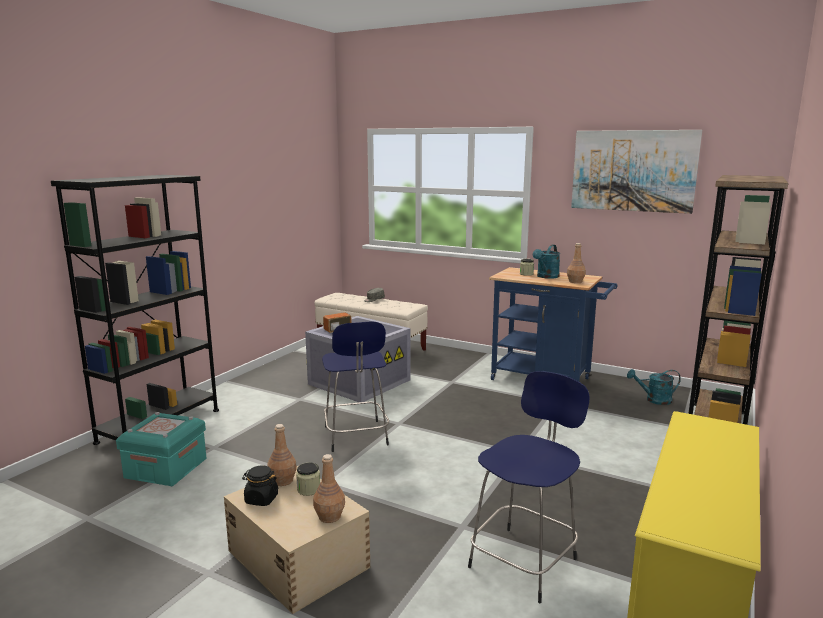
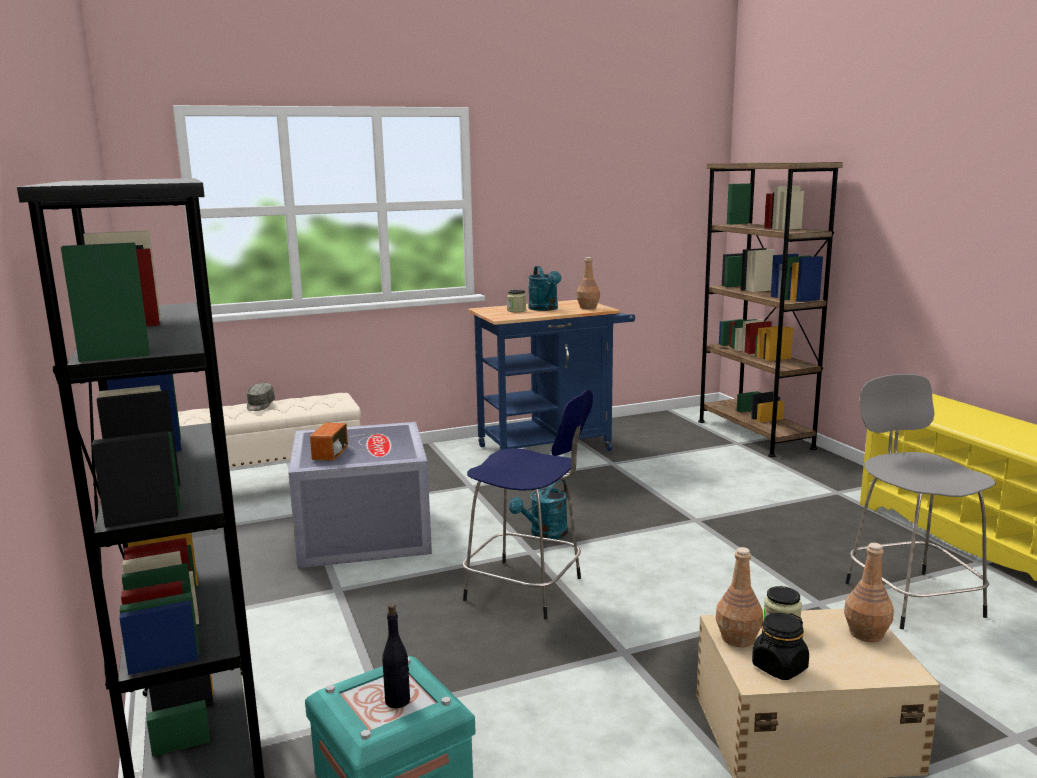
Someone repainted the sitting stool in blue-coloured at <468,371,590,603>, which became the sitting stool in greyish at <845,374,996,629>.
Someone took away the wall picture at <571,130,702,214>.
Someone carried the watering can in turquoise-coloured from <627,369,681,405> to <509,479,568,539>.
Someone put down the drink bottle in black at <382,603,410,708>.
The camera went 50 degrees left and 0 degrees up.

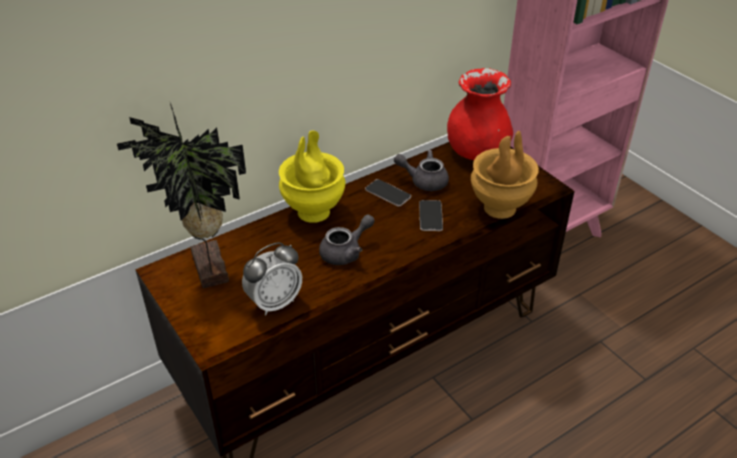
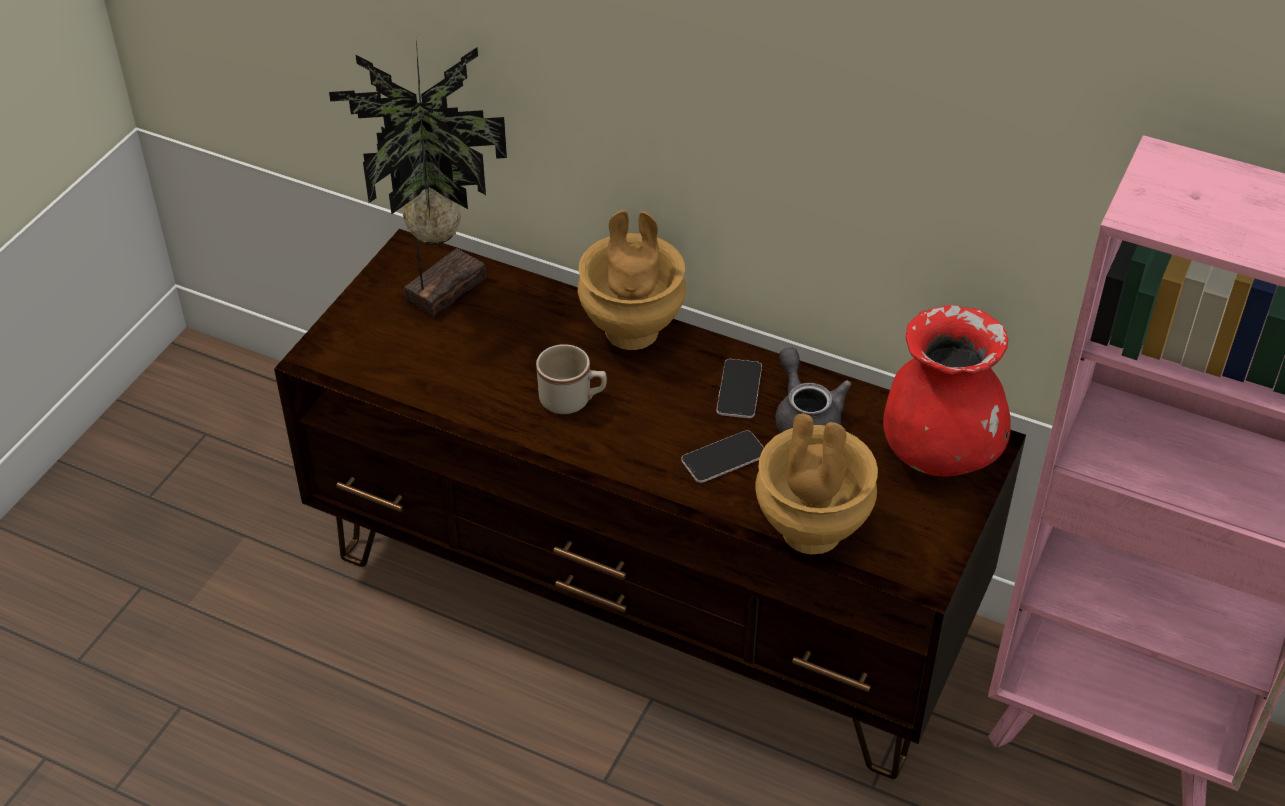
Someone took away the alarm clock at <242,242,302,315>.
Someone repainted the flower vase in yellowish at <279,130,345,223>, which became the flower vase in brown at <578,210,686,350>.
Someone swapped the teapot in greyish at <319,214,375,265> for the tea mug in sand-coloured at <536,345,607,414>.
The camera went 60 degrees right and 5 degrees up.

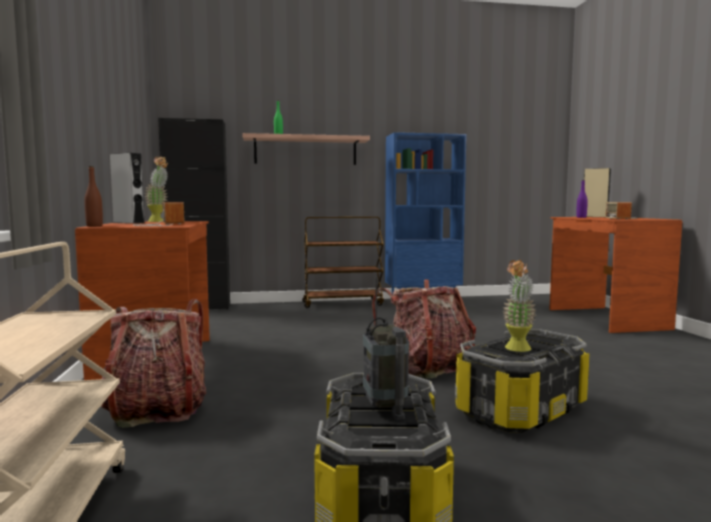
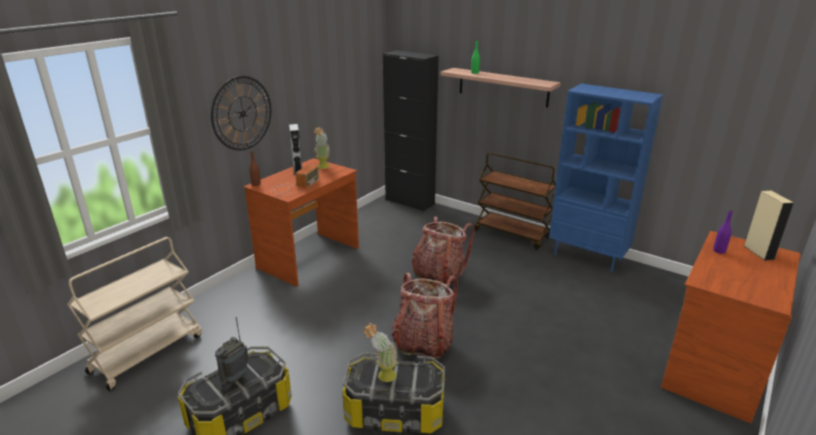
Someone carried the rucksack from <101,298,206,428> to <412,216,474,285>.
Someone took away the radio set at <606,202,638,219>.
Someone put up the hanging clock at <211,76,271,150>.
The camera went 45 degrees right and 20 degrees up.

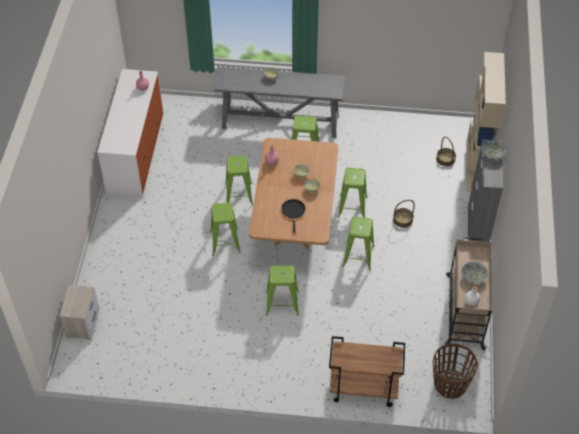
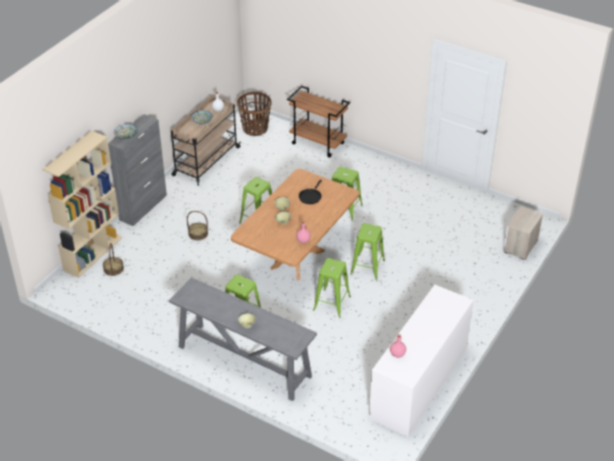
Someone took away the sitting stool in green-coloured at <338,167,367,218>.
The camera went 155 degrees left and 10 degrees down.

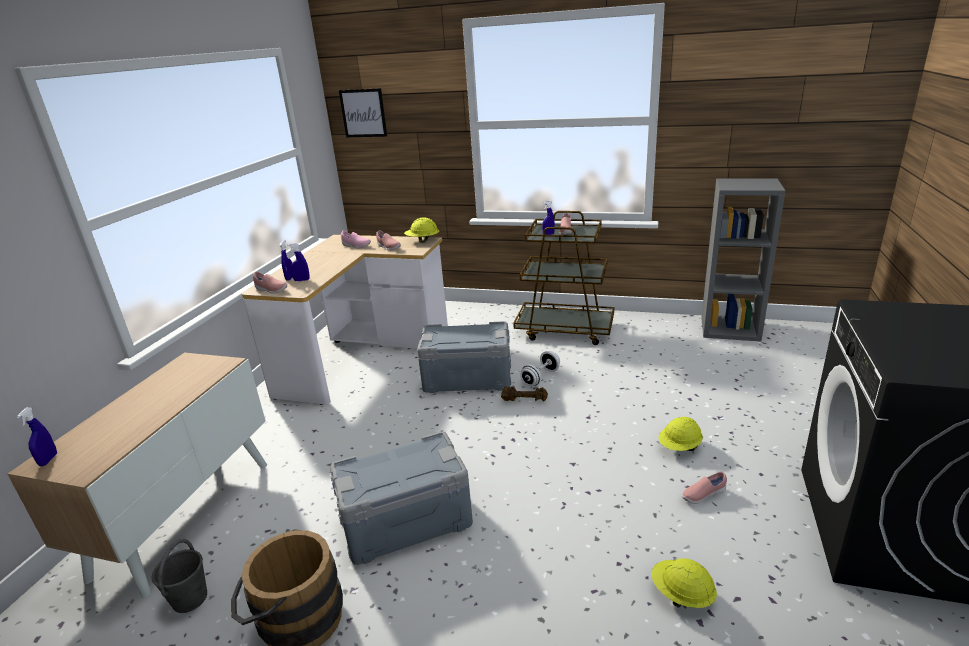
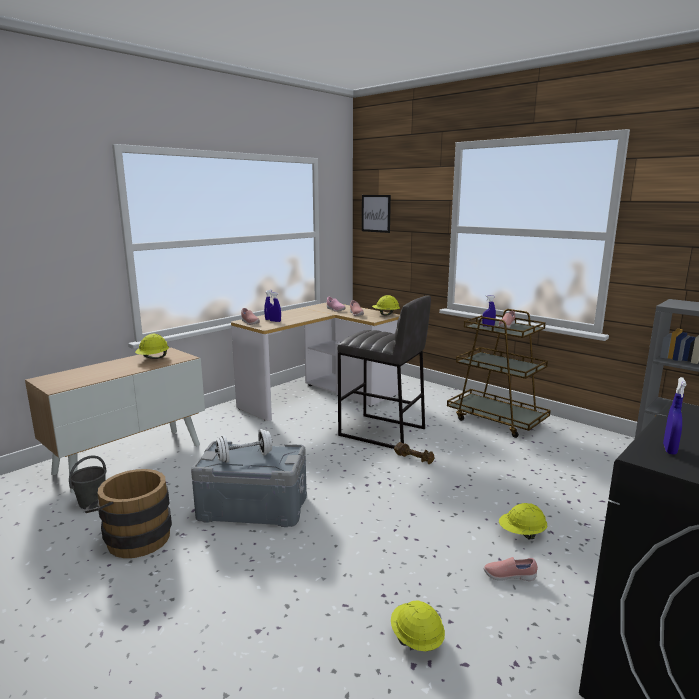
Someone carried the hand sprayer in blue-coloured from <17,407,57,466> to <663,377,687,454>.
Someone swapped the storage bin in greyish at <417,321,511,393> for the sitting stool in greyish at <338,296,431,449>.
Someone carried the dumbbell in white-coloured from <520,351,560,386> to <215,429,272,463>.
Someone put down the hard hat in yellowish at <135,334,169,359>.
The camera went 25 degrees right and 10 degrees down.

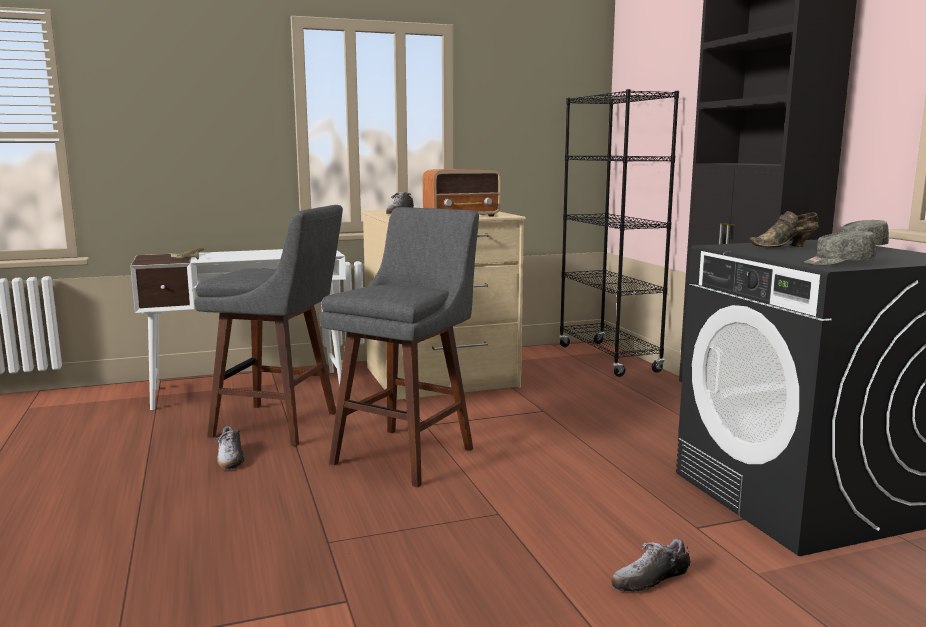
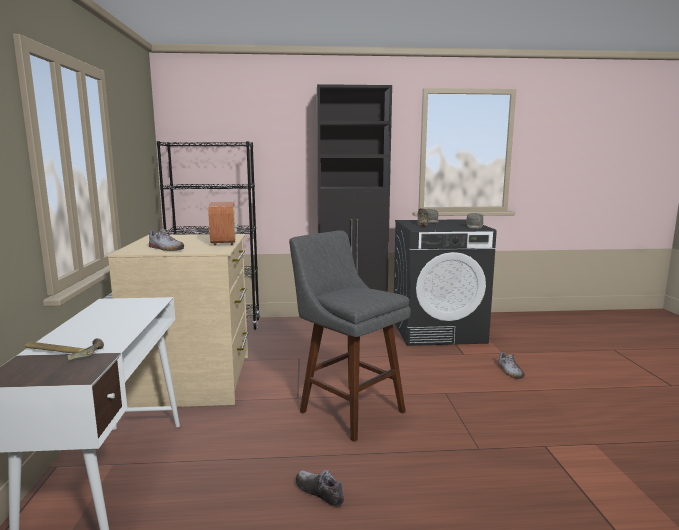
Someone took away the sitting stool in greyish at <194,205,343,446>.
Someone rotated the shoe at <216,426,245,470> by 135 degrees counterclockwise.
The camera went 75 degrees left and 0 degrees up.

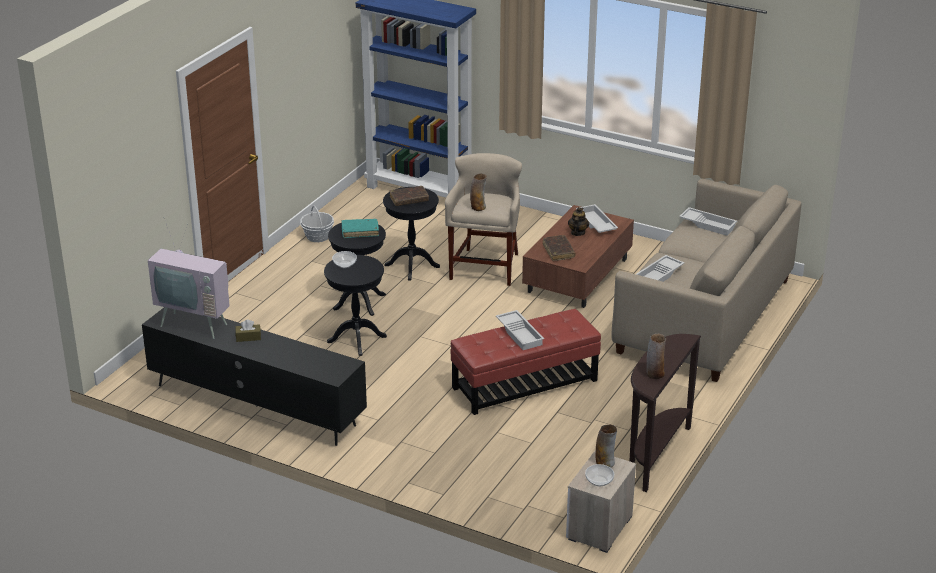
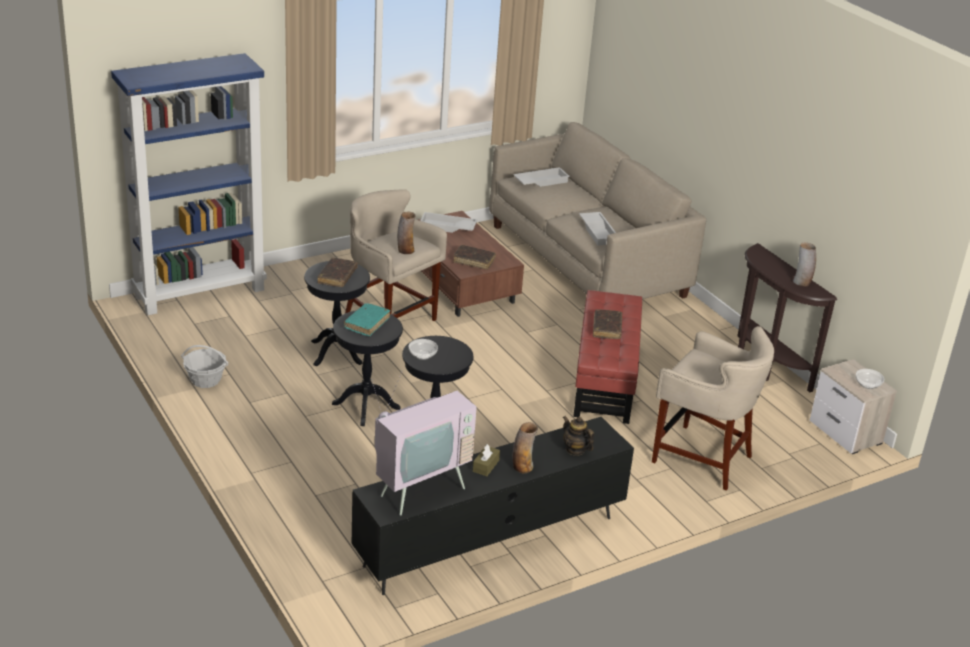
Someone swapped the carrying tray in white-coloured at <496,310,544,350> for the book in brown at <593,309,622,339>.
Someone carried the teapot from <568,207,589,236> to <563,416,594,456>.
Someone carried the flower vase from <596,425,617,468> to <513,422,538,473>.
Someone put down the sitting stool in sand-coloured at <652,326,774,491>.
The camera went 60 degrees left and 0 degrees up.

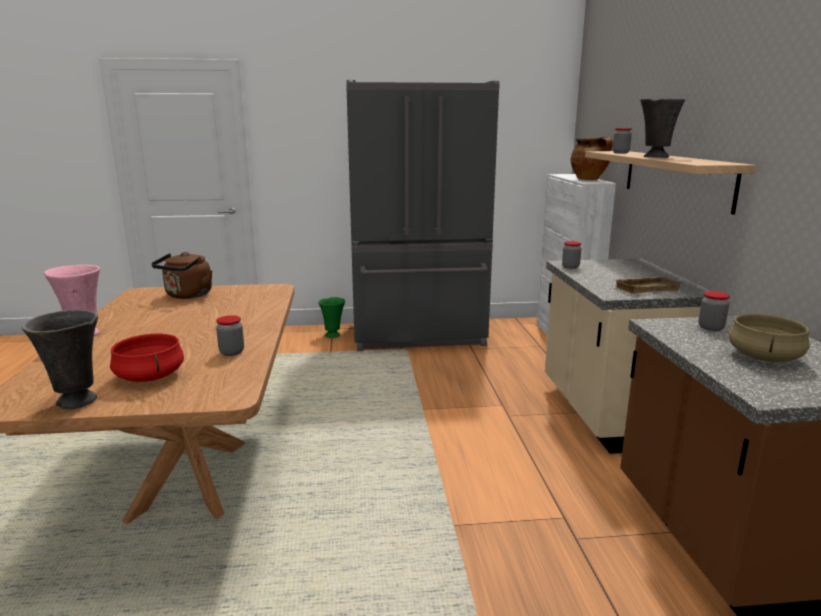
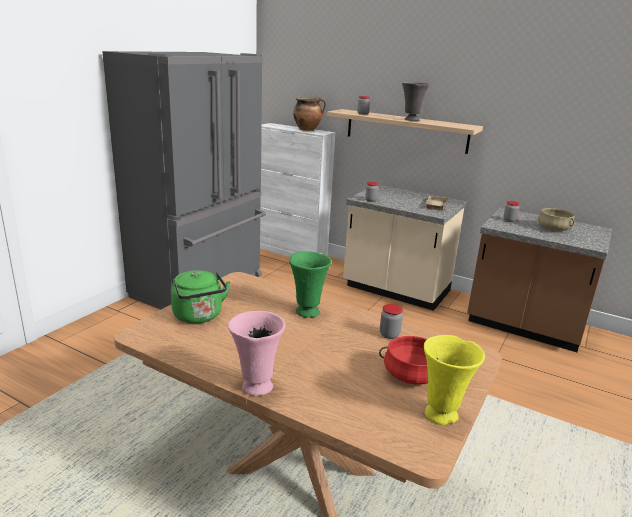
Someone repainted the flower vase in greyish at <22,310,98,410>, which became the flower vase in yellowish at <424,335,485,425>.
Someone repainted the water kettle in brown at <151,252,212,299>, which became the water kettle in green-coloured at <171,271,230,324>.
Someone carried the flower vase in green-coloured from <318,297,345,338> to <289,251,331,318>.
The camera went 55 degrees left and 5 degrees up.

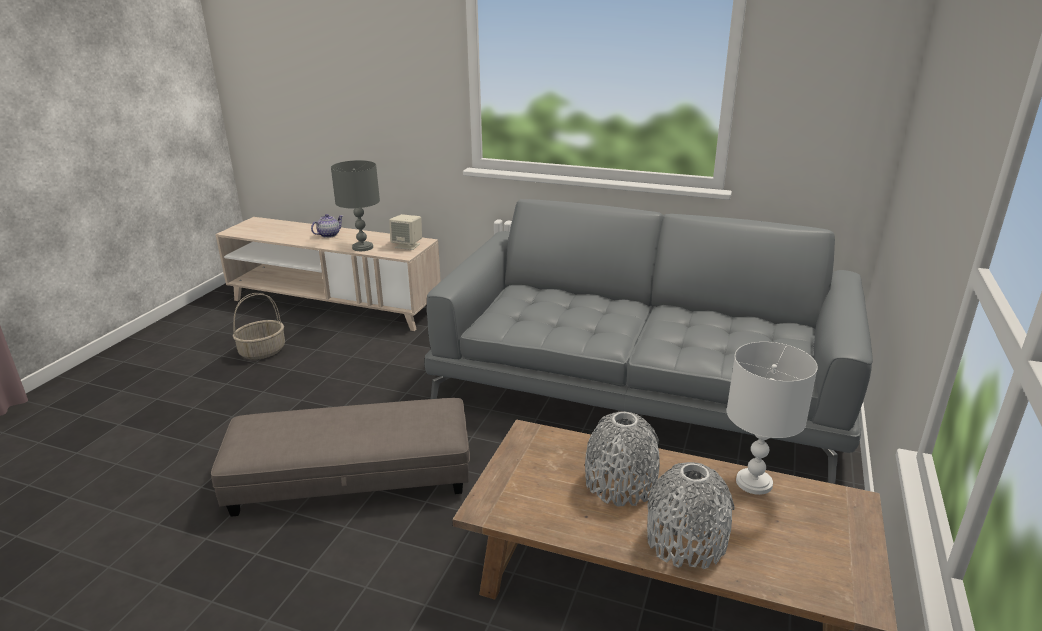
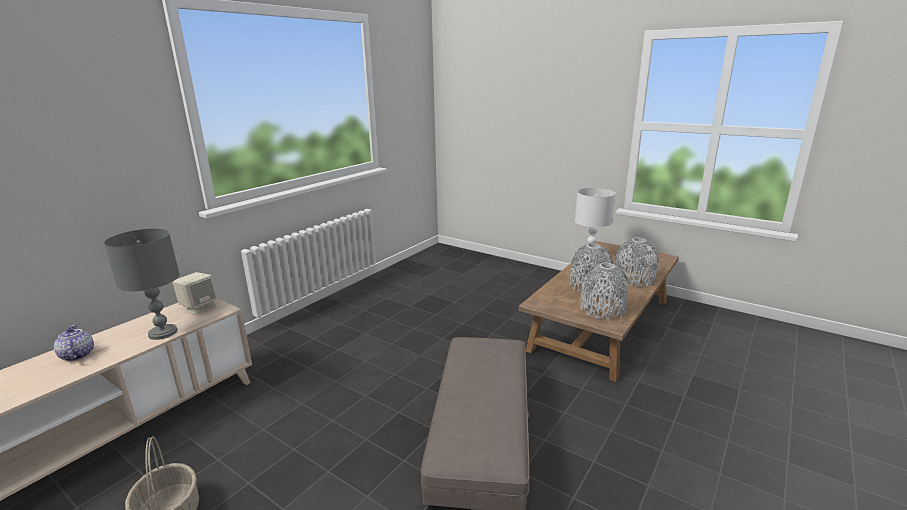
Someone took away the settee in greyish at <425,199,873,484>.
Someone put down the flower vase in greyish at <581,263,628,319>.
The camera went 75 degrees left and 5 degrees down.

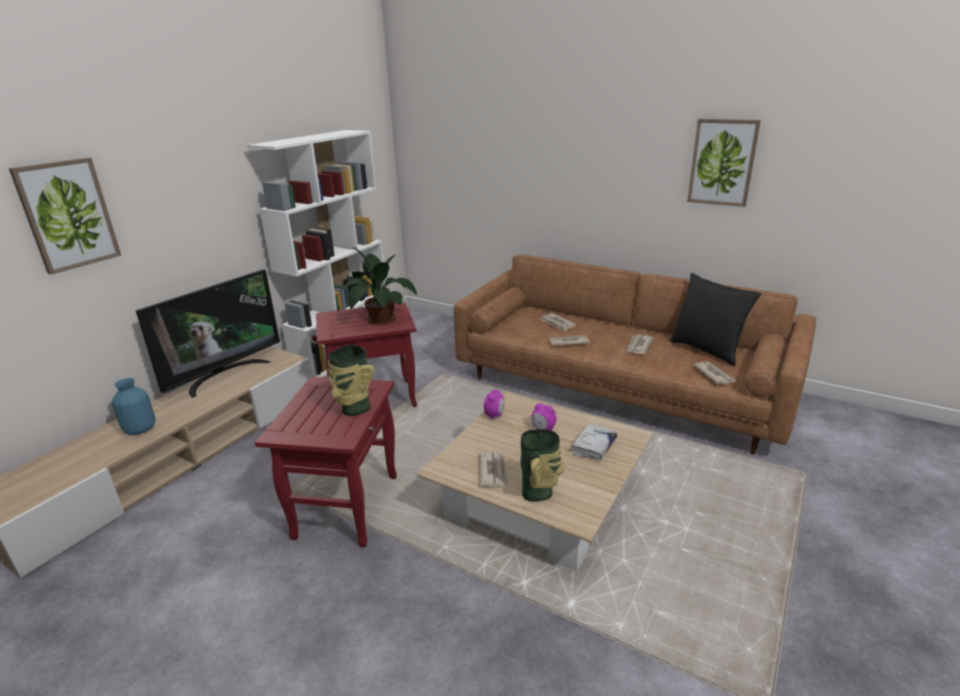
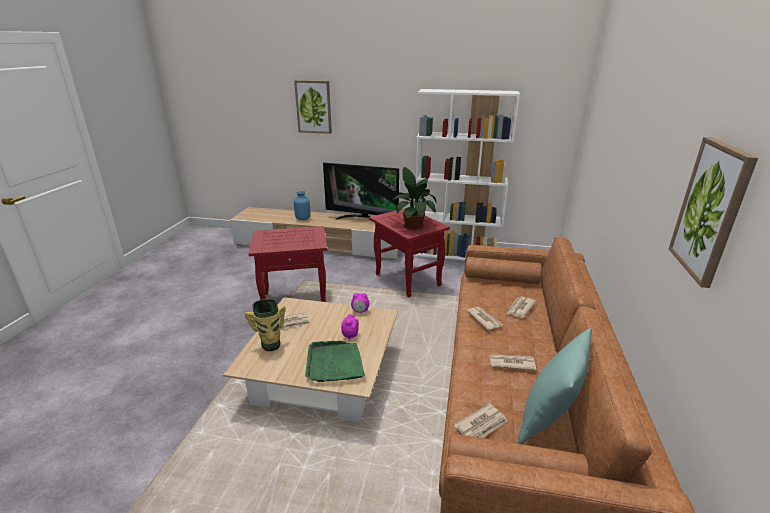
Someone took away the flower vase at <328,345,374,416>.
Someone swapped the book in white-coloured at <571,423,617,460> for the carrying tray in green-coloured at <305,341,365,382>.
Someone repainted the cushion in black at <670,273,761,366>, which became the cushion in turquoise-coloured at <518,328,592,444>.
The camera went 70 degrees right and 0 degrees up.

